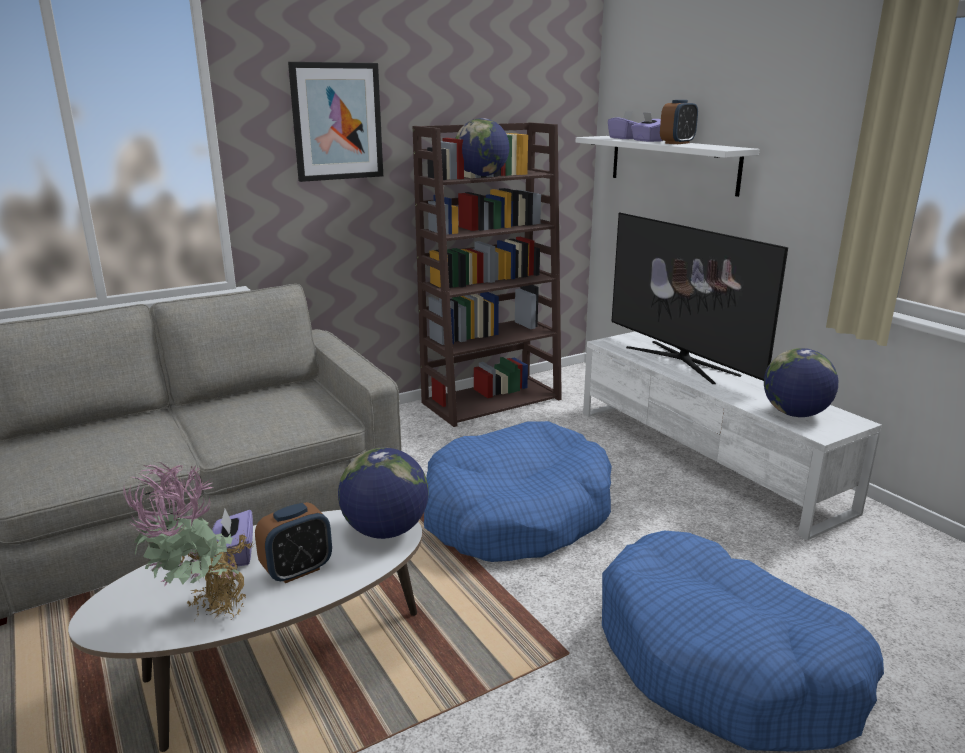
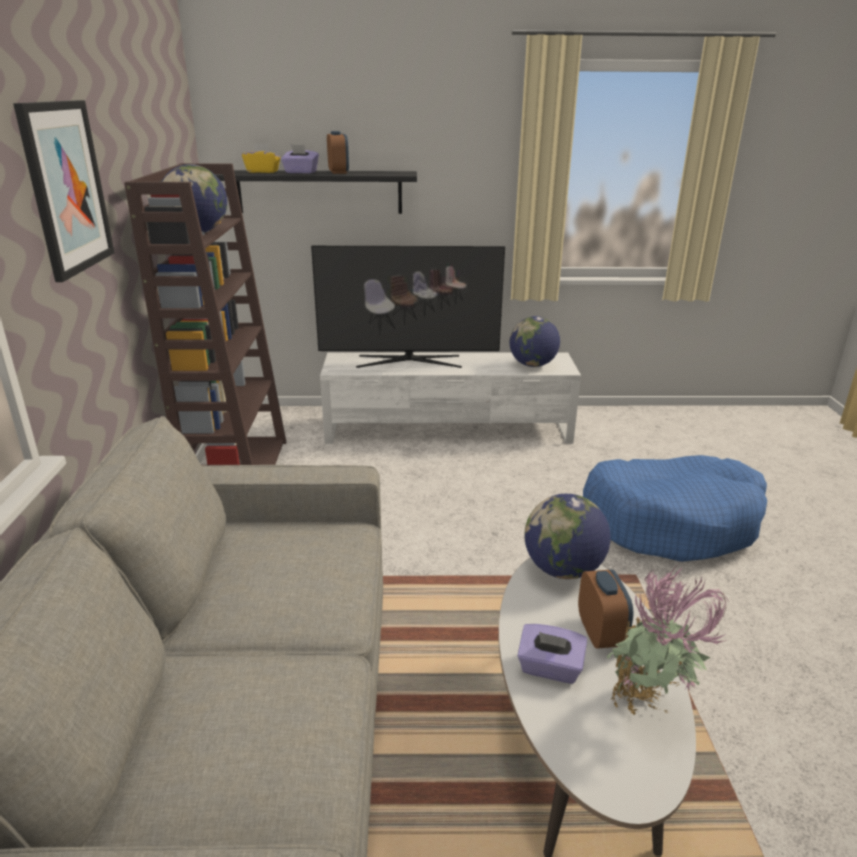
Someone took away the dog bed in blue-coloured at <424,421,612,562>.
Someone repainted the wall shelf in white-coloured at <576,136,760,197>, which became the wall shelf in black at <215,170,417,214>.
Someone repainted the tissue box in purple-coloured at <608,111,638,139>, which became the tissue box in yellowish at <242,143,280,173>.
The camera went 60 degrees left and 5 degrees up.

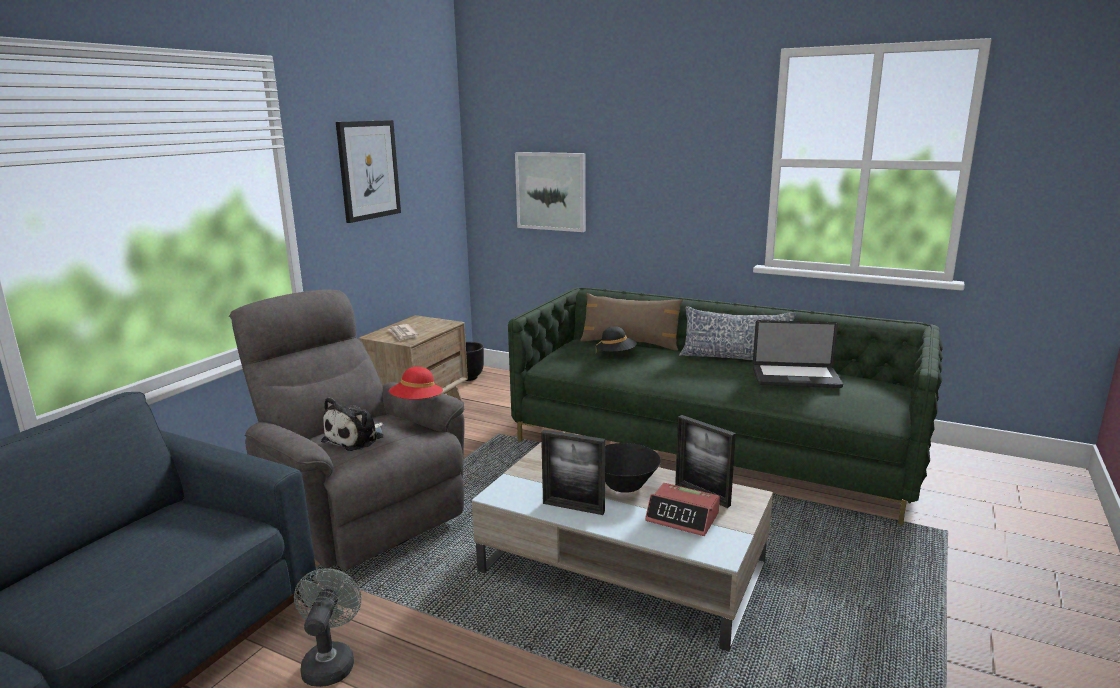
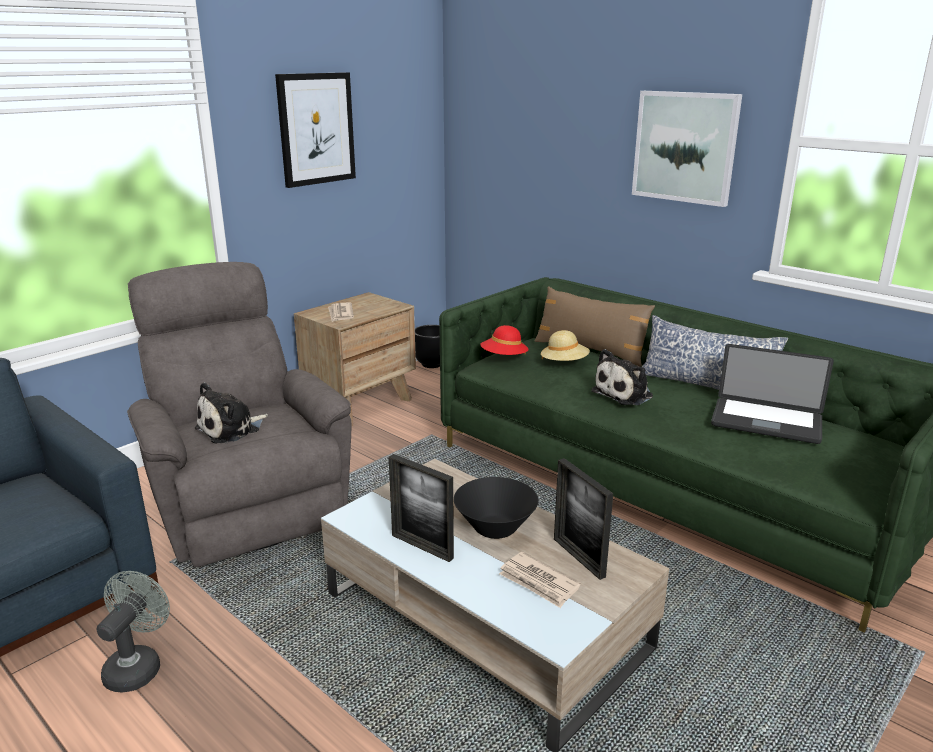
Someone carried the hat in red-coloured from <389,367,443,399> to <480,325,528,355>.
Someone carried the wall picture from <515,152,586,232> to <632,91,742,207>.
Someone repainted the hat in black at <596,327,637,352>, which became the hat in sand-coloured at <541,330,590,361>.
Someone swapped the alarm clock at <645,483,720,536> for the daily paper at <499,552,581,608>.
Someone put down the cuddly toy at <591,349,653,405>.
The camera went 15 degrees right and 5 degrees up.

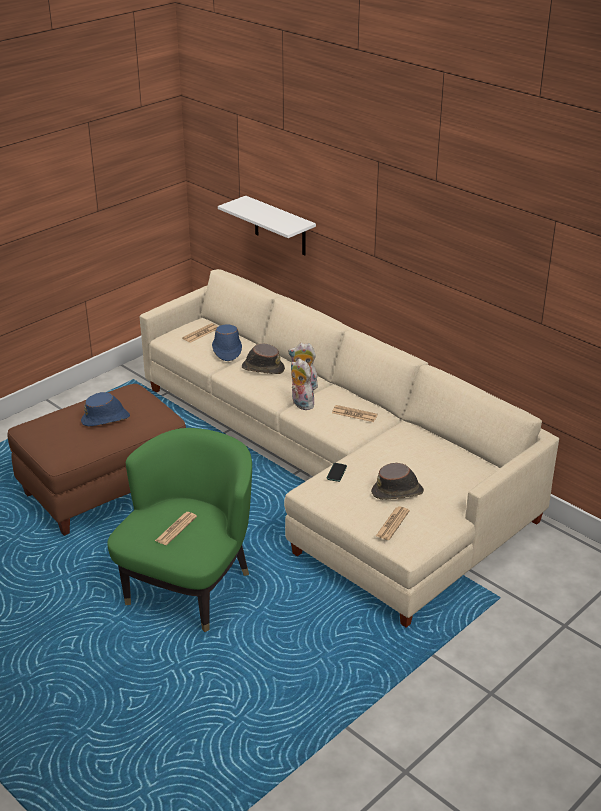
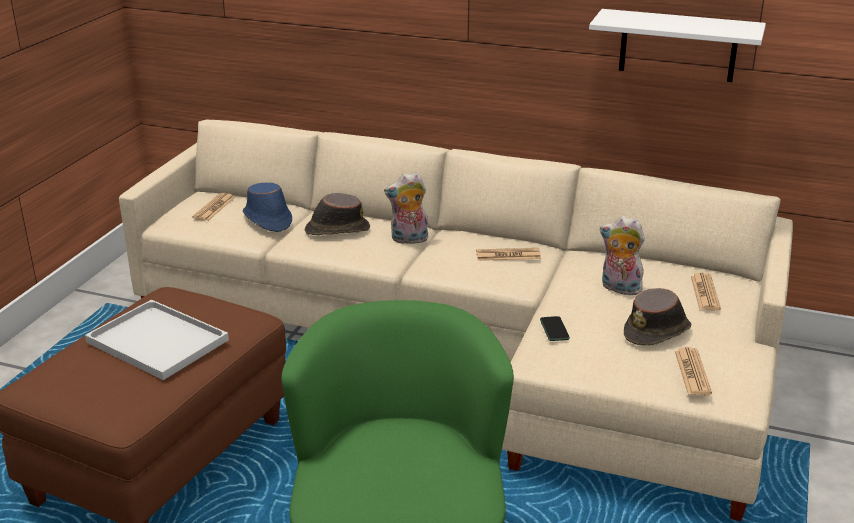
Someone swapped the hat in blue-coloured at <81,392,130,427> for the carrying tray in white-coloured at <85,300,229,380>.
Someone carried the daily paper from <155,512,197,545> to <691,273,721,311>.
Someone carried the wall shelf in white-coloured from <218,196,316,256> to <589,9,766,82>.
Someone carried the cuddly toy from <291,359,314,410> to <600,216,645,295>.
The camera went 25 degrees left and 5 degrees down.

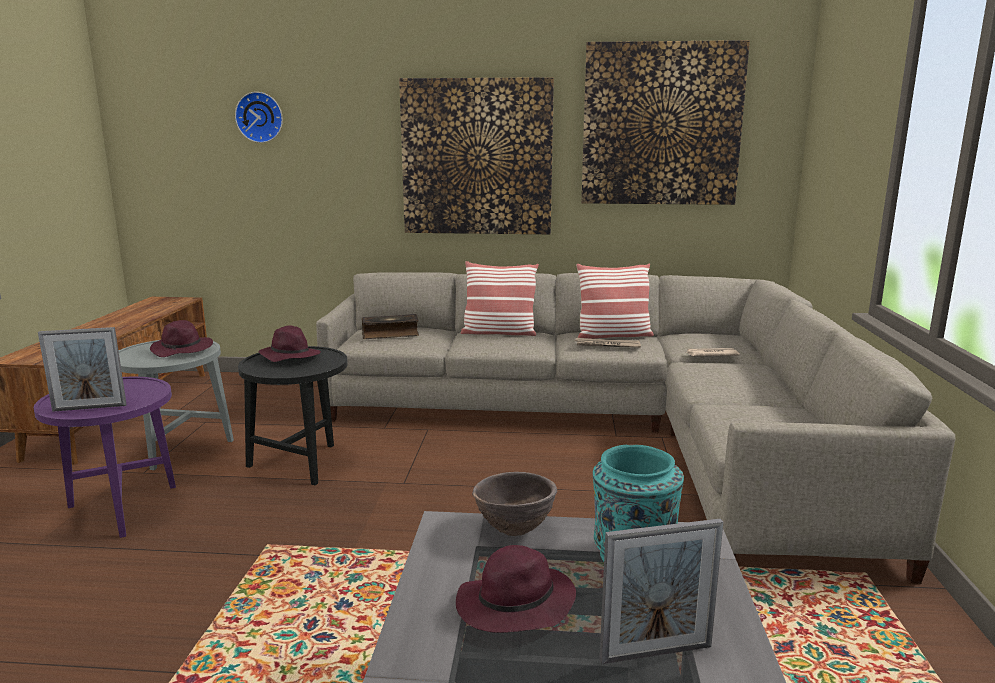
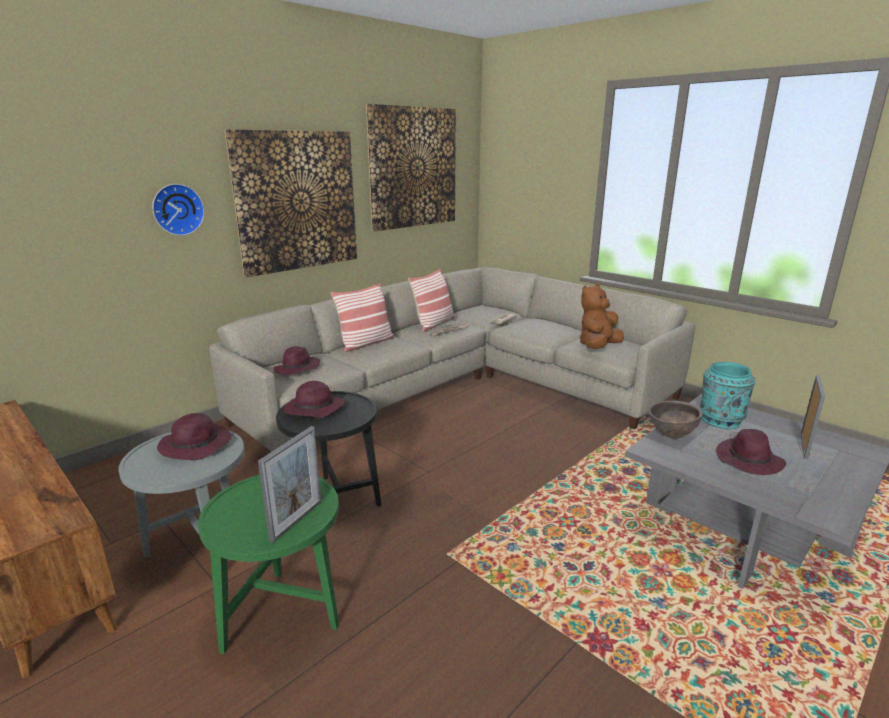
Someone repainted the end table in purple-coloured at <34,377,176,538>, which became the end table in green-coloured at <198,475,339,654>.
Someone carried the hanging clock from <235,92,283,143> to <152,184,205,236>.
Someone swapped the book at <362,314,419,339> for the hat in purple-coloured at <273,346,320,375>.
Someone put down the cuddly toy in brown at <580,284,624,349>.
The camera went 50 degrees left and 5 degrees up.

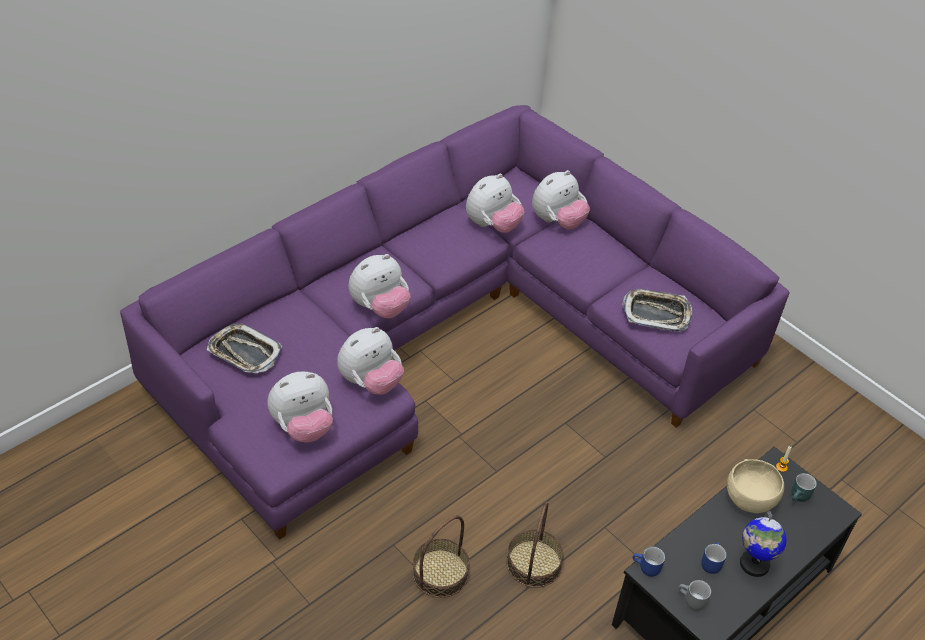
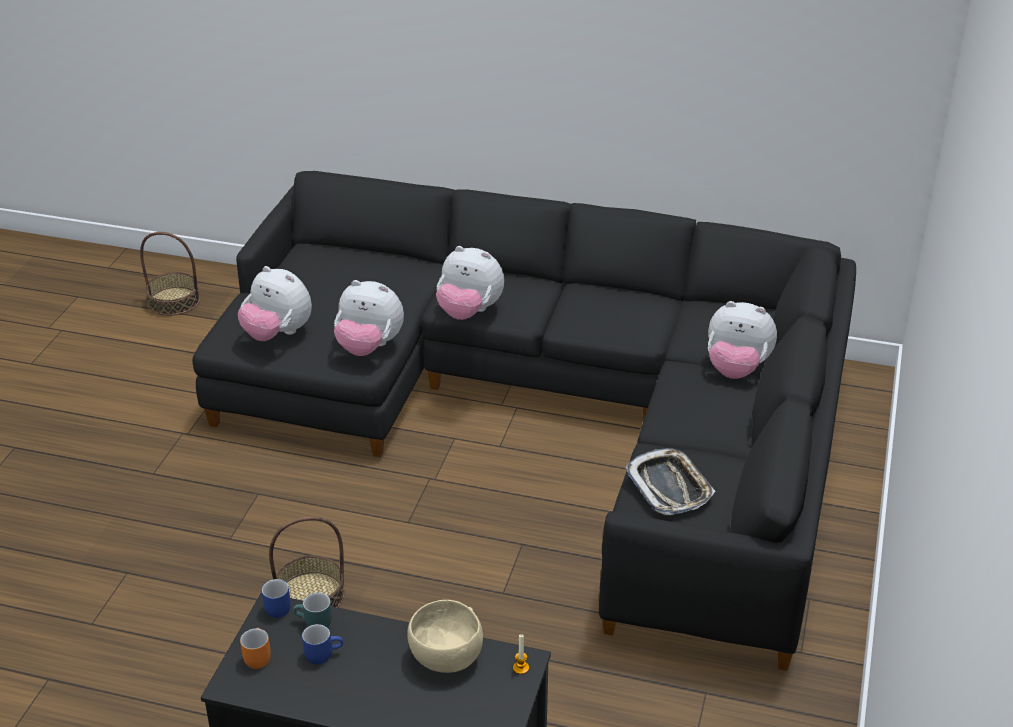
Someone repainted the settee in purple-coloured at <120,105,789,540>, which became the settee in black at <192,171,856,671>.
Someone took away the carrying tray at <207,324,282,373>.
Someone carried the household basket from <413,516,470,598> to <140,232,200,316>.
Someone took away the cuddly toy at <466,174,525,233>.
Someone repainted the tea mug in greyish at <678,580,711,611>, which became the tea mug in orange at <240,628,271,669>.
Someone took away the globe at <740,511,787,577>.
Someone carried the tea mug in turquoise-coloured from <791,473,817,502> to <293,593,332,628>.
The camera went 60 degrees right and 10 degrees down.

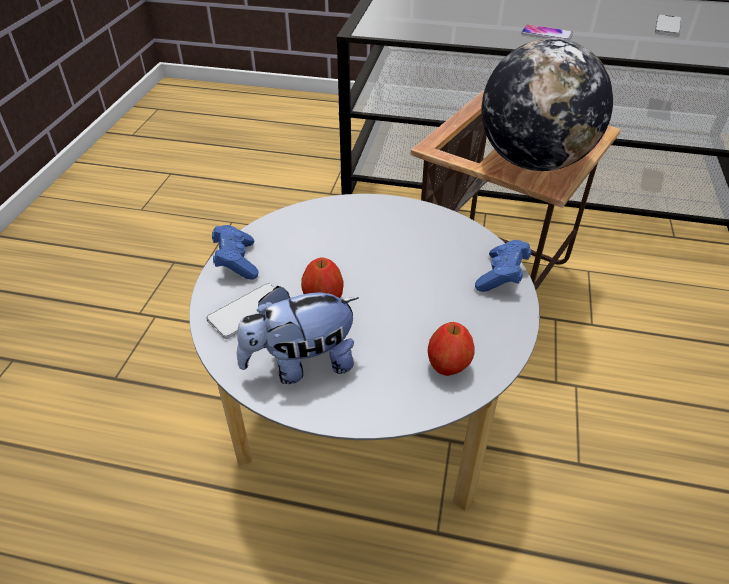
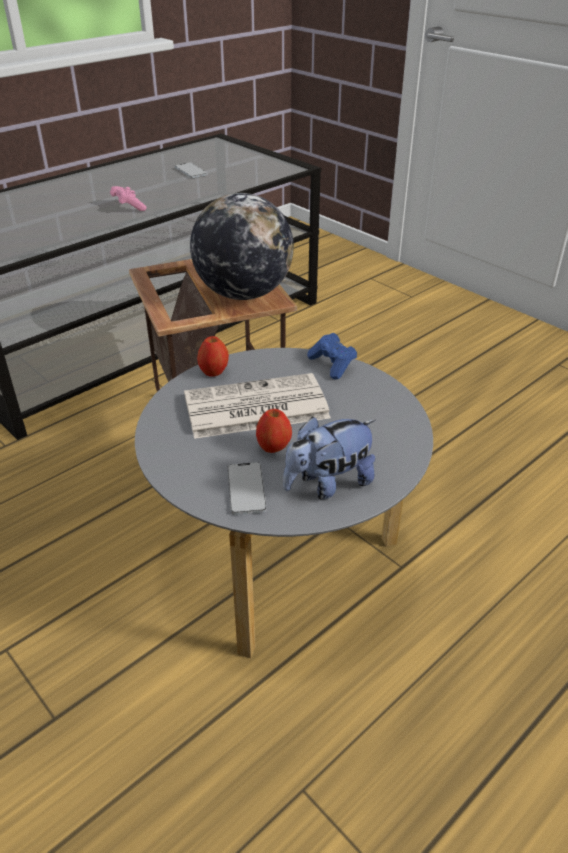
Someone took away the joypad in blue-coloured at <212,225,259,280>.
Someone rotated the cuddly toy at <237,286,359,384> by 45 degrees clockwise.
Someone carried the apple fruit from <428,322,475,376> to <197,336,229,377>.
Someone swapped the telephone at <521,24,573,40> for the joypad in pink at <110,186,147,211>.
Someone put down the daily paper at <184,373,331,439>.
The camera went 55 degrees left and 5 degrees down.

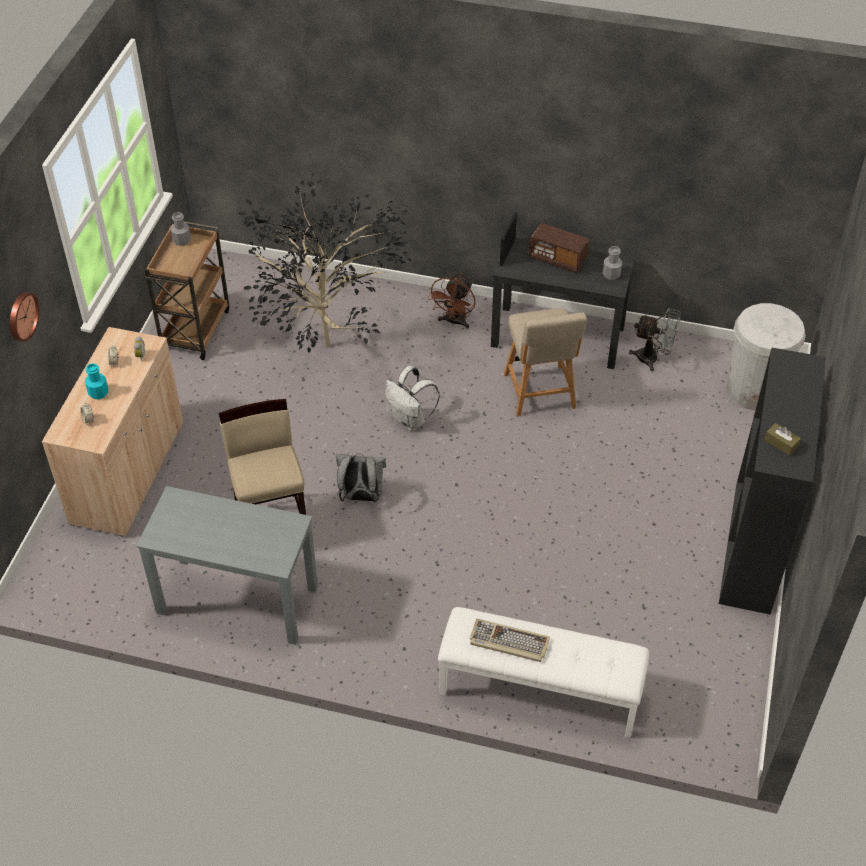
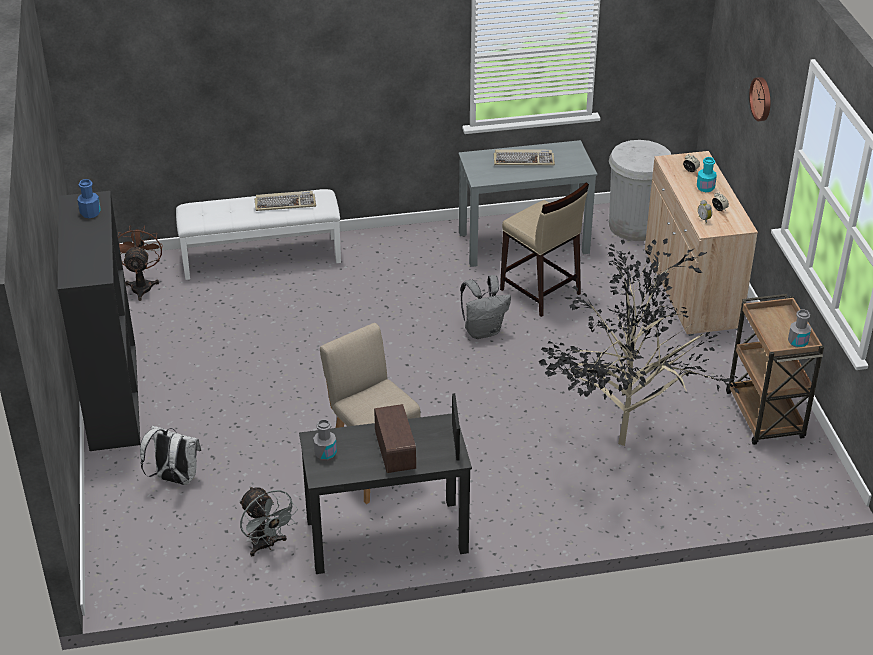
Someone carried the rucksack in white-coloured from <385,366,440,431> to <140,426,201,485>.
Someone carried the cooling fan in brown from <428,272,476,329> to <118,226,163,301>.
Someone rotated the radio set at <529,223,589,272> by 75 degrees clockwise.
Someone rotated the cooling fan in greyish at <629,308,681,371> by 120 degrees counterclockwise.
Someone carried the waste bin in white-coloured from <727,303,806,410> to <609,140,671,241>.
Someone swapped the tissue box in brown at <764,423,801,456> for the drink bottle in blue-coloured at <77,179,101,218>.
Someone put down the computer keyboard at <494,149,555,166>.
The camera went 155 degrees right and 10 degrees down.

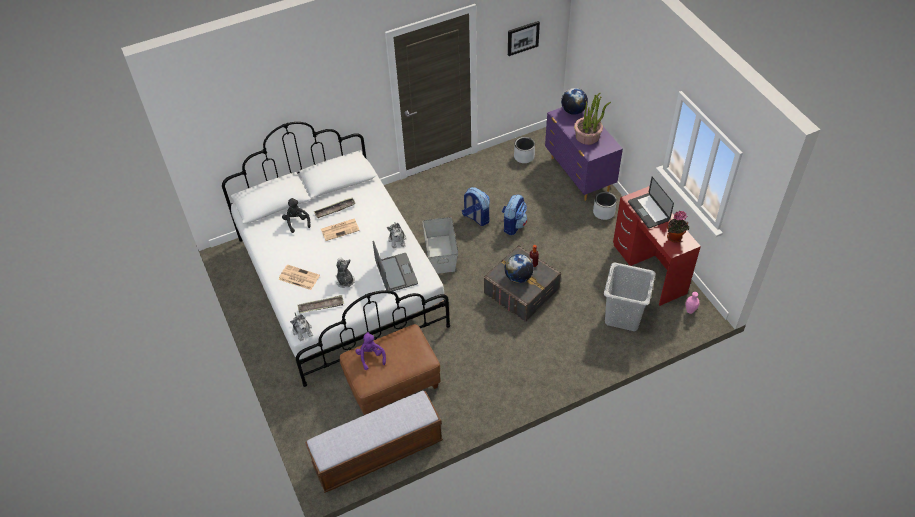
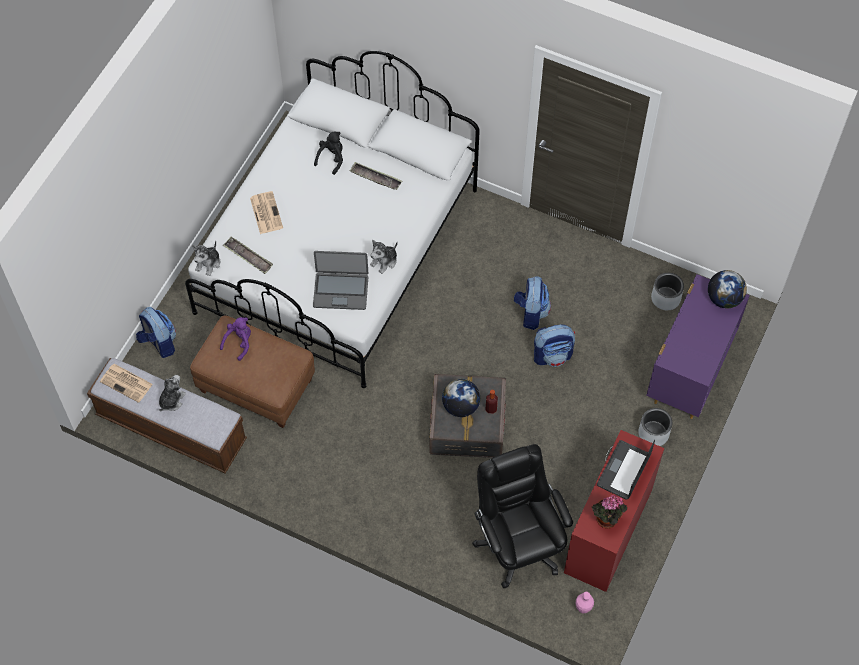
Someone carried the daily paper from <321,219,360,241> to <100,364,153,403>.
Someone carried the cuddly toy from <335,258,355,288> to <159,375,186,411>.
Someone rotated the portable computer at <373,241,418,291> by 60 degrees clockwise.
Someone took away the storage bin in greyish at <422,217,458,274>.
Someone took away the wall picture at <508,21,540,56>.
Someone took away the plant in a pot at <574,93,611,145>.
Someone swapped the washing basket in greyish at <604,263,656,331> for the computer chair in black at <472,444,573,588>.
Someone put down the rucksack at <136,307,176,358>.
The camera went 50 degrees right and 10 degrees up.

